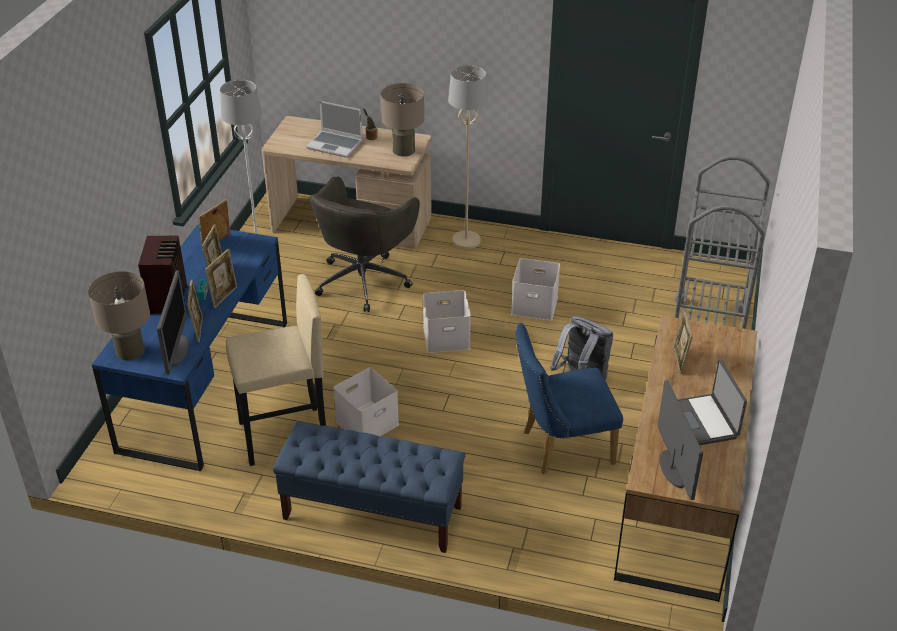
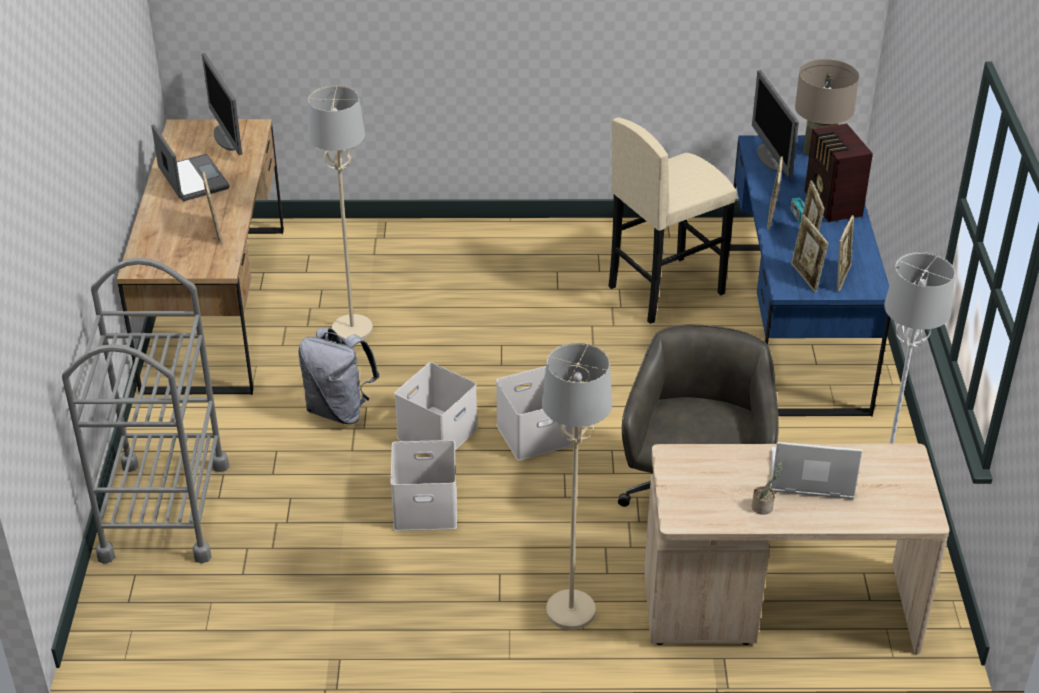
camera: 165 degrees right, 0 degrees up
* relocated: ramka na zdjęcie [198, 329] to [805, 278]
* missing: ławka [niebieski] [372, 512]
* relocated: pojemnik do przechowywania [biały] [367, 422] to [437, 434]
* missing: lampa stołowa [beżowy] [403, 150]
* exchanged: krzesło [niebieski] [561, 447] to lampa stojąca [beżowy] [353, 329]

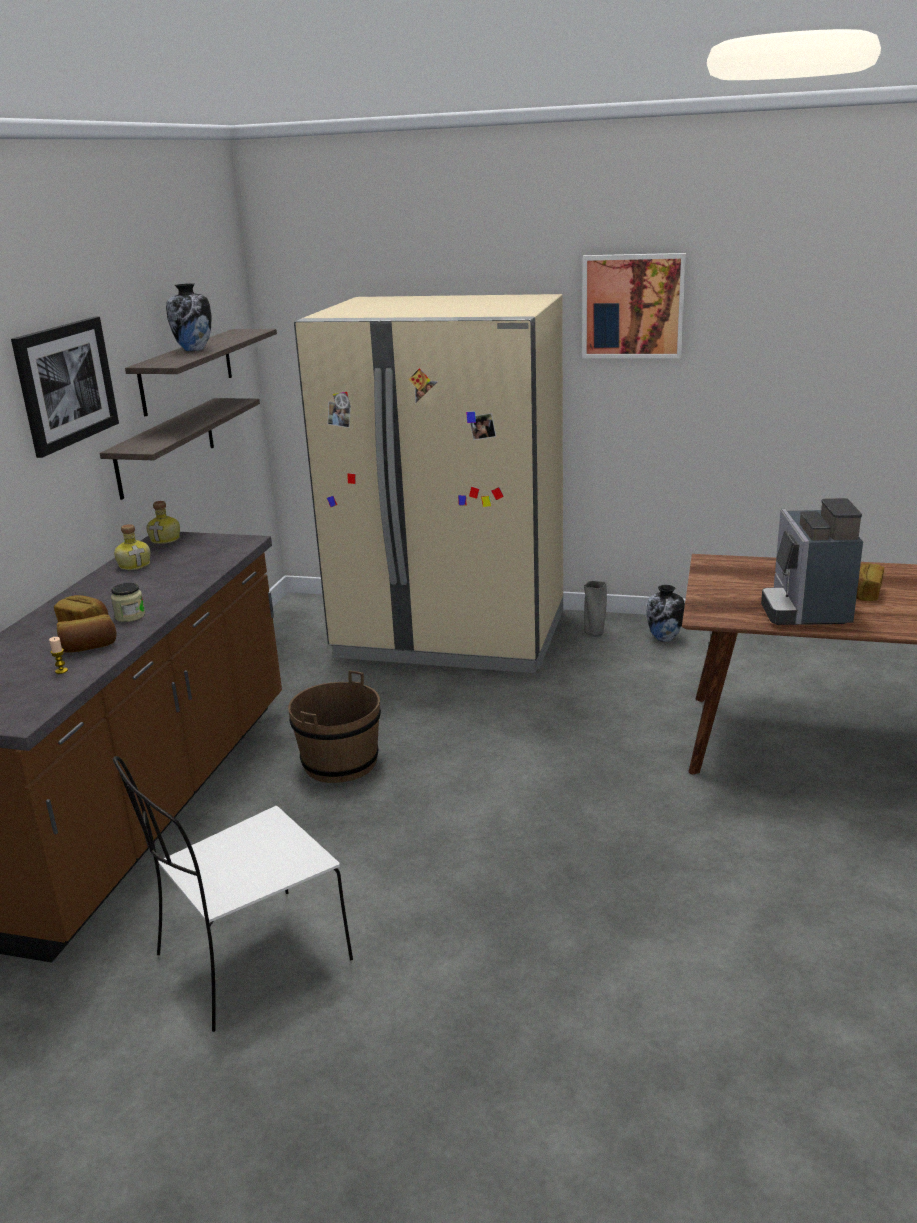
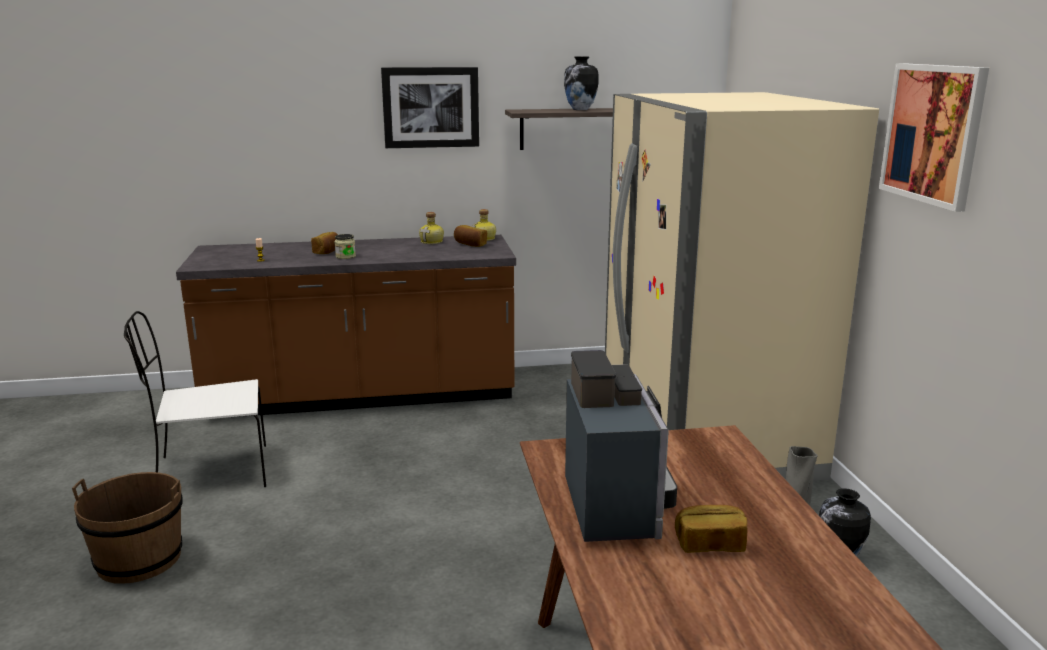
camera: 65 degrees right, 5 degrees down
* relocated: chleb [89, 647] to [470, 244]
* missing: półka [166, 447]
* spun: krzesło [biały] [249, 960] = [209, 473] 45 degrees counterclockwise
* relocated: wiadro [brązowy] [340, 762] to [139, 559]
* spun: ekspres do kawy [805, 609] = [617, 505] 105 degrees clockwise

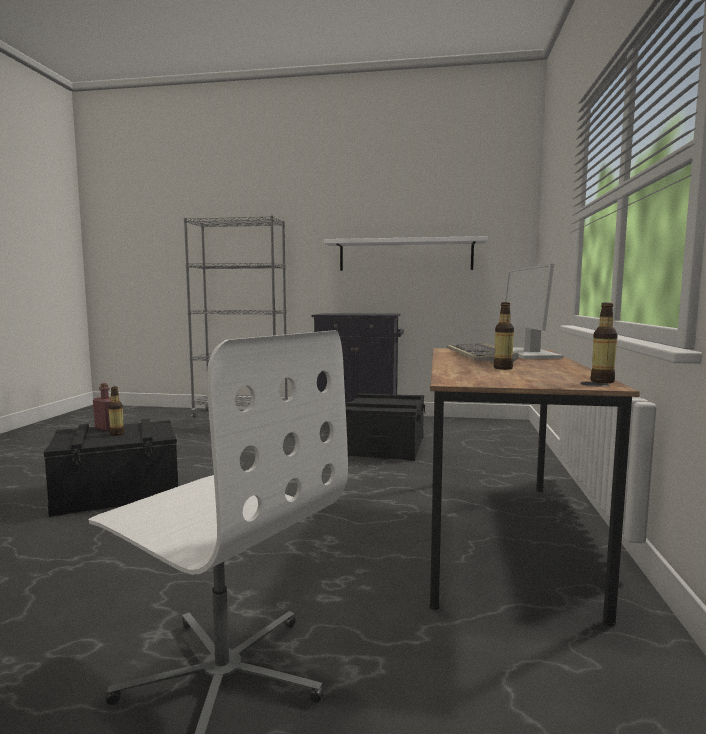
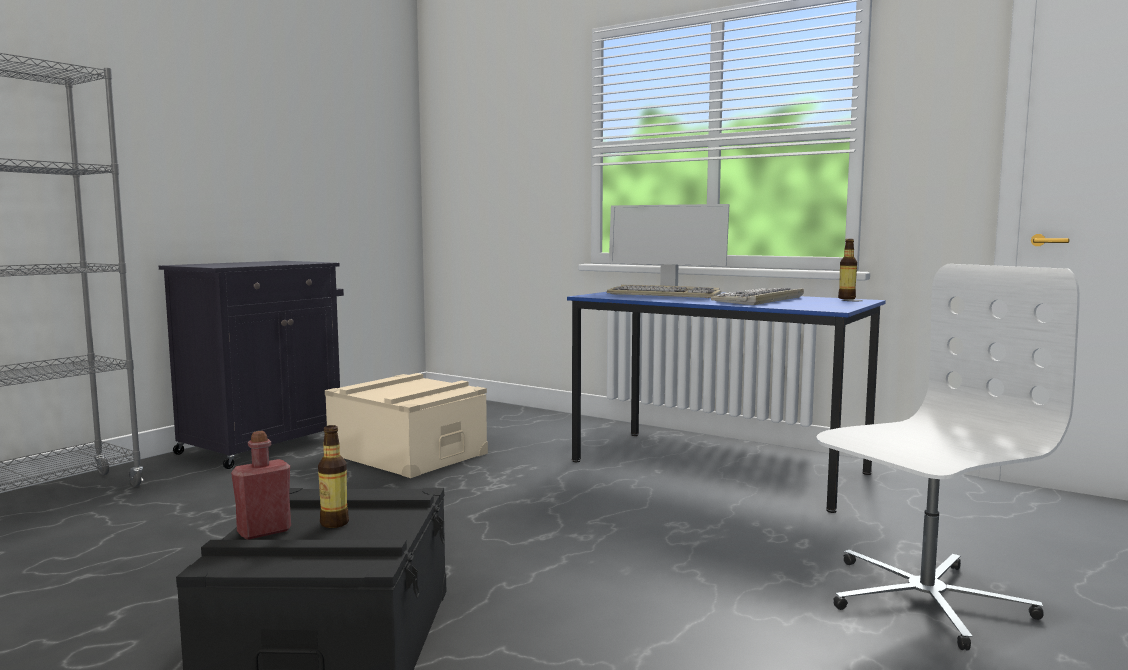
camera: 65 degrees left, 0 degrees up
* missing: półka [biały] [405, 255]
* colour: pojemnik do przechowywania [czarny] [385, 445] to pojemnik do przechowywania [beżowy] [407, 453]
* colour: biurko [brązowy] [499, 535] to biurko [niebieski] [717, 467]
* exchanged: butelka [503, 368] to klawiatura [759, 300]

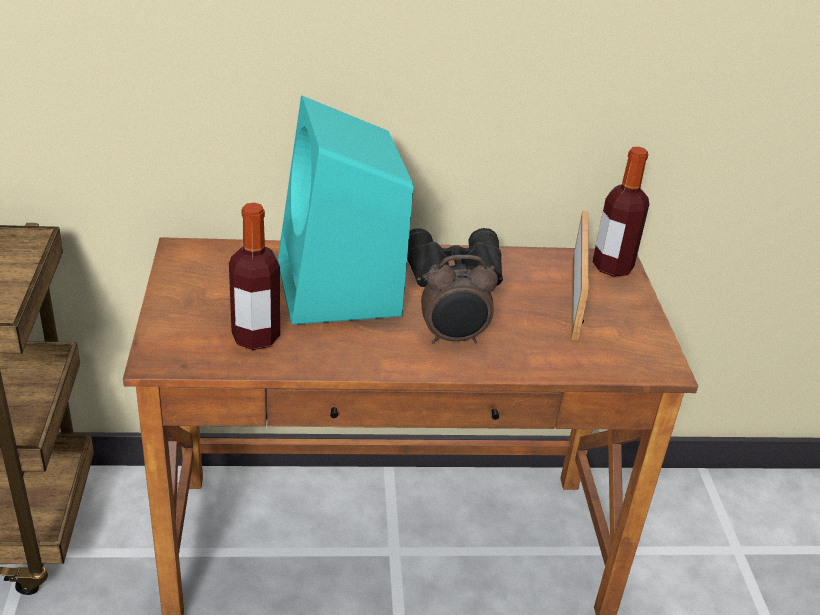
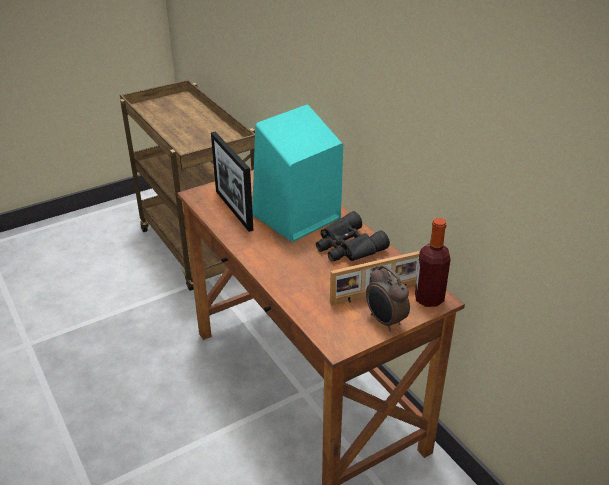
camera: 65 degrees right, 0 degrees up
* exchanged: butelka [255, 337] to ramka na zdjęcie [233, 210]
* relocated: budzik [454, 338] to [385, 321]

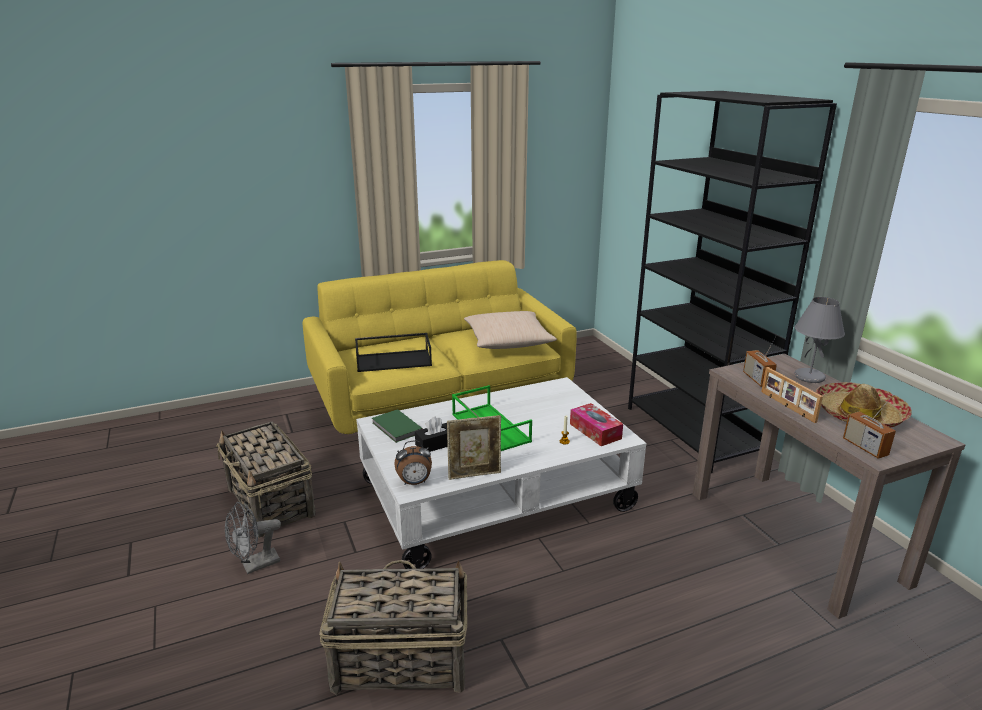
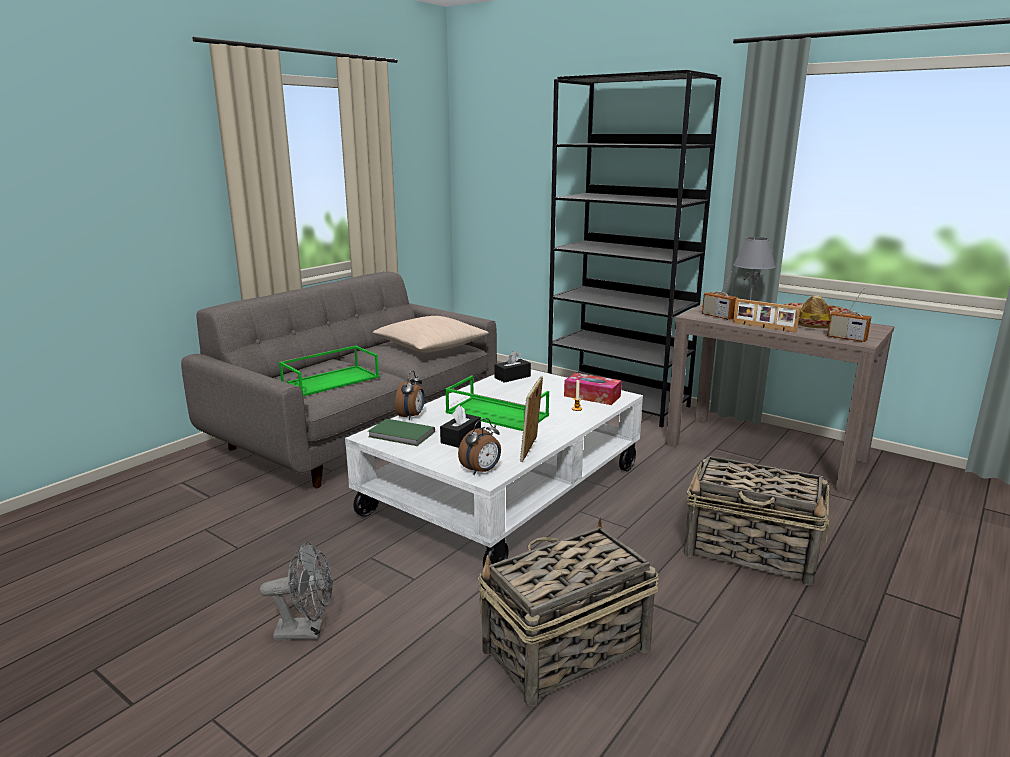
camera: 30 degrees left, 5 degrees down
* relocated: koszyk [271, 503] to [752, 552]
* spun: wentylator [szary] [255, 565] = [307, 631] 120 degrees counterclockwise
* colour: kanapa [żółty] [440, 400] to kanapa [szary] [360, 430]
* colour: taca [czarny] [394, 360] to taca [zielony] [331, 380]
* spun: ramka na zdjęcie [474, 474] = [531, 450] 150 degrees clockwise
* appeared: budzik [412, 416]
* appeared: pudełko chusteczek [czarny] [512, 377]

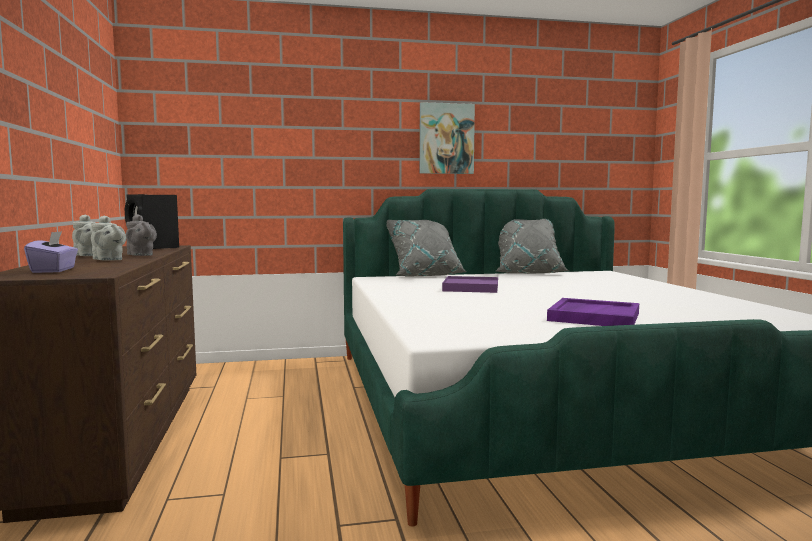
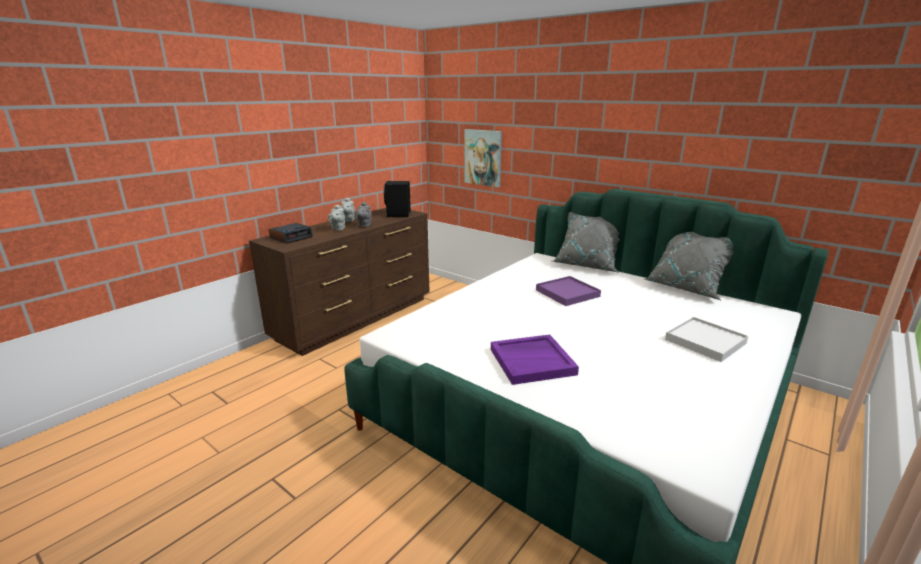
camera: 50 degrees right, 15 degrees up
* exchanged: pudełko chusteczek [fioletowy] [54, 270] to budzik [291, 237]
* relocated: obraz [446, 139] to [483, 157]
* appeared: taca [biały] [705, 341]

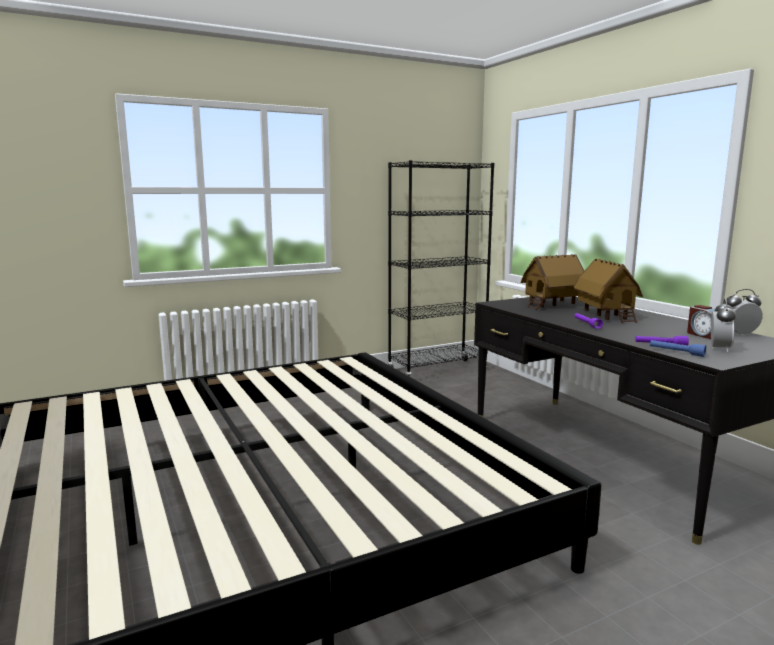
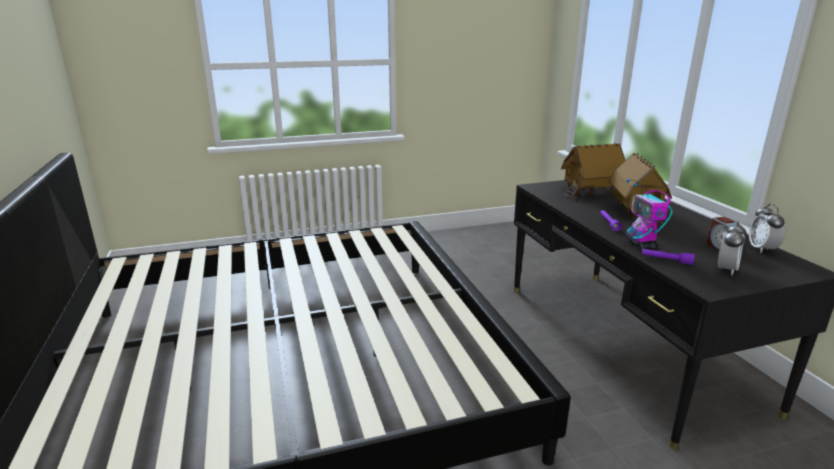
camera: 10 degrees right, 10 degrees up
* missing: regał [czarny] [437, 370]
* missing: latarka [niebieski] [676, 352]
* spun: budzik [739, 334] = [761, 249] 90 degrees counterclockwise
* appeared: robot zabawkowy [641, 246]

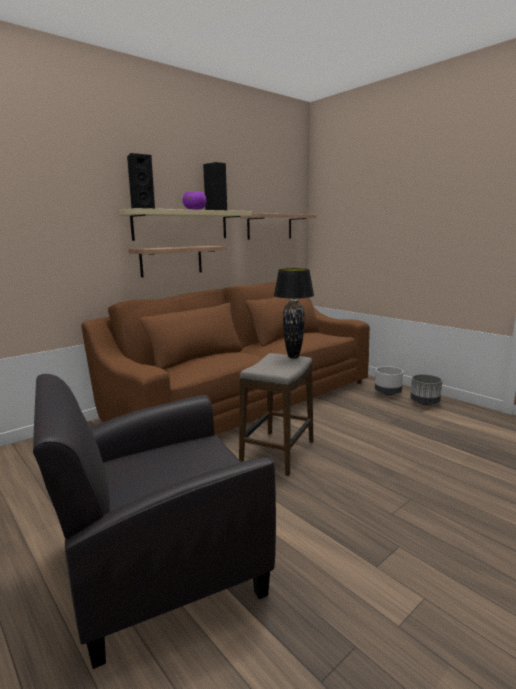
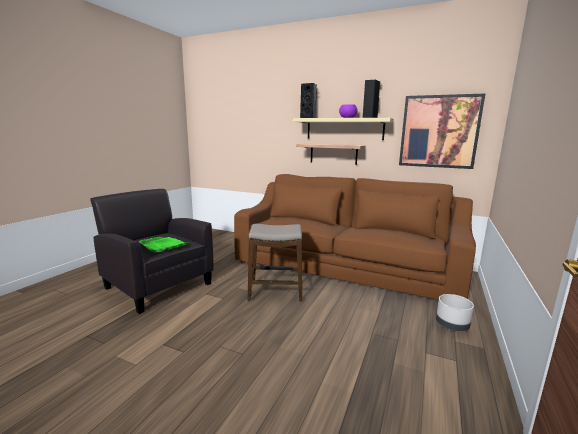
camera: 65 degrees right, 0 degrees up
* exchanged: półka [269, 227] to obraz [439, 132]
* missing: lampa stołowa [czarny] [293, 357]
* missing: donica [szary] [424, 402]
* appeared: taca [zielony] [163, 245]

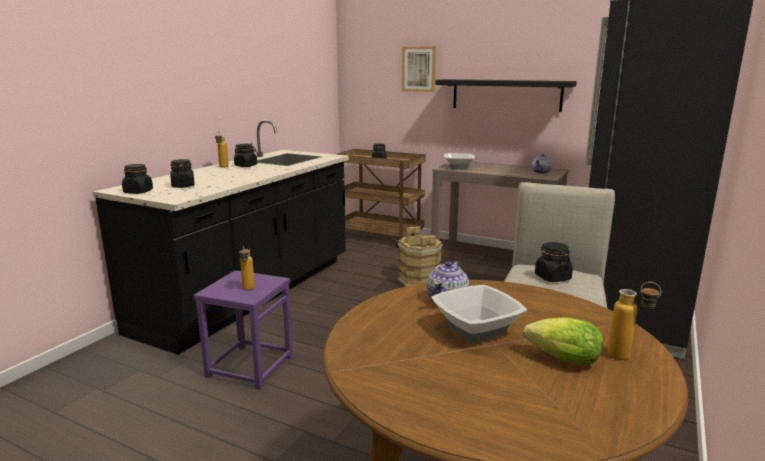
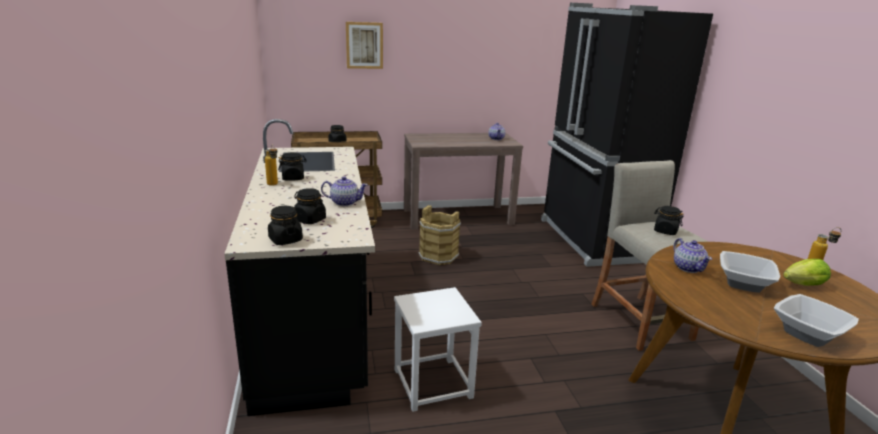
camera: 40 degrees left, 5 degrees up
* colour: stołek [fioletowy] [249, 366] to stołek [biały] [432, 383]
* missing: butelka [248, 290]
* missing: półka [czarny] [506, 95]
* relocated: miska [458, 167] to [806, 334]
* appeared: imbryk [344, 202]

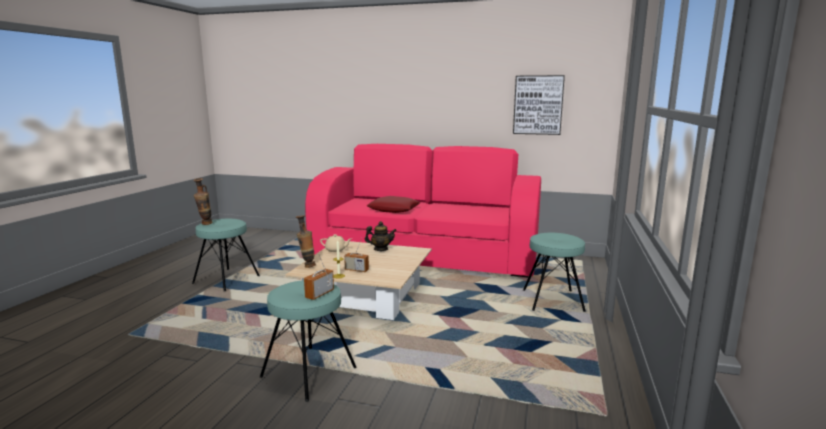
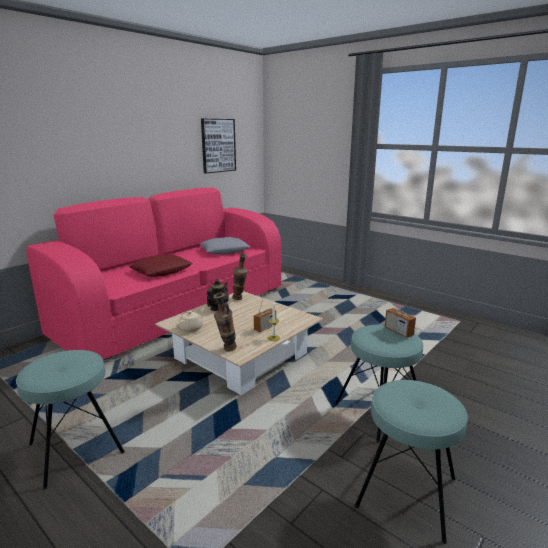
camera: 65 degrees left, 5 degrees up
* relocated: wazon [205, 224] to [240, 299]
* relocated: stołek [turkusowy] [552, 301] to [406, 492]
* appeared: poduszka [szary] [225, 250]

